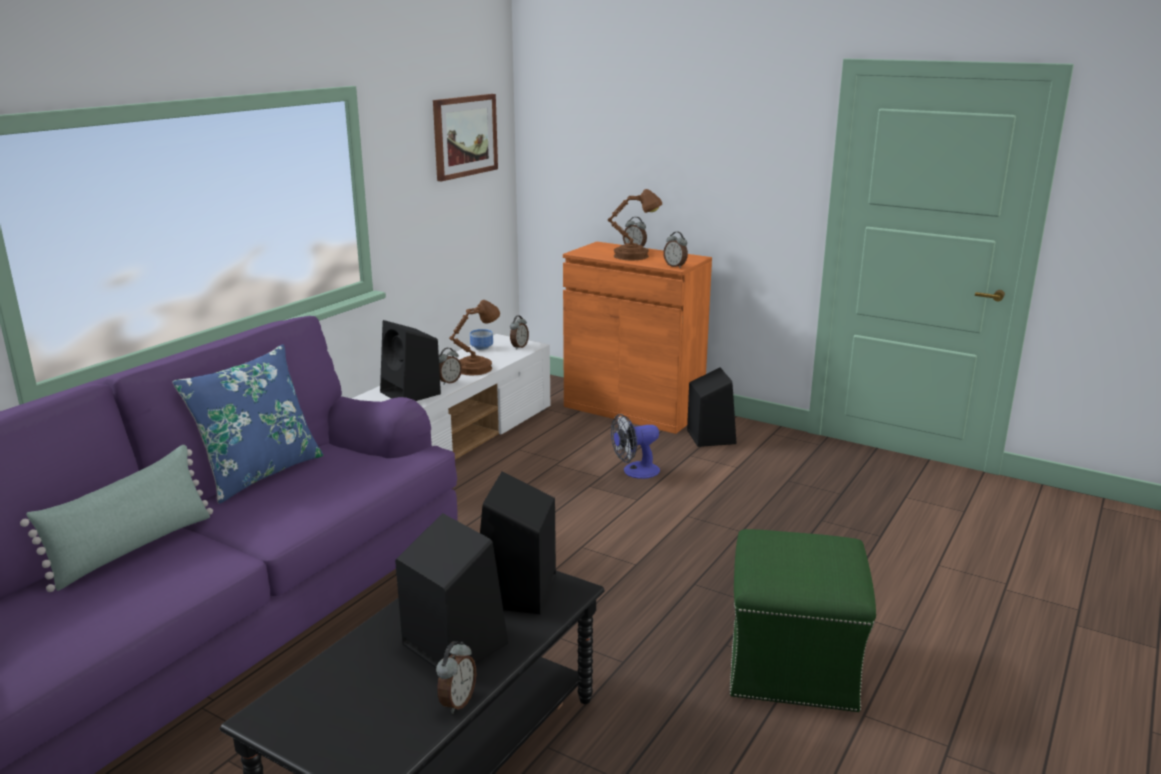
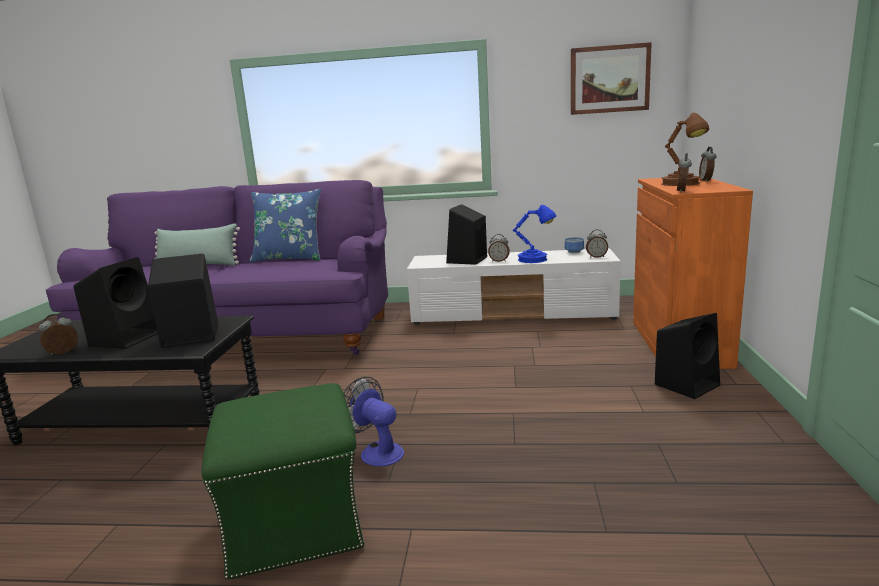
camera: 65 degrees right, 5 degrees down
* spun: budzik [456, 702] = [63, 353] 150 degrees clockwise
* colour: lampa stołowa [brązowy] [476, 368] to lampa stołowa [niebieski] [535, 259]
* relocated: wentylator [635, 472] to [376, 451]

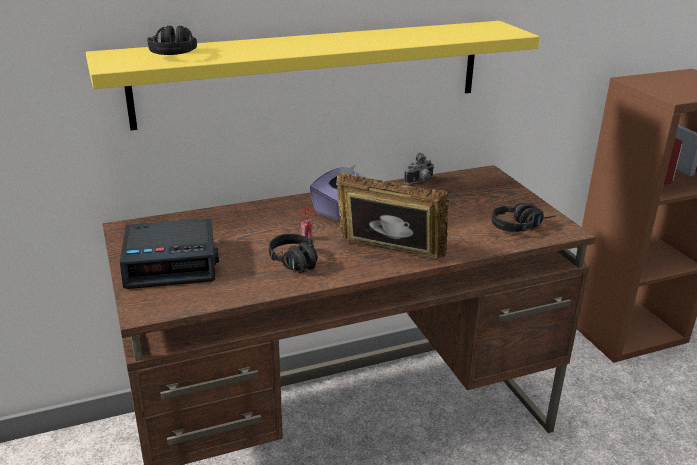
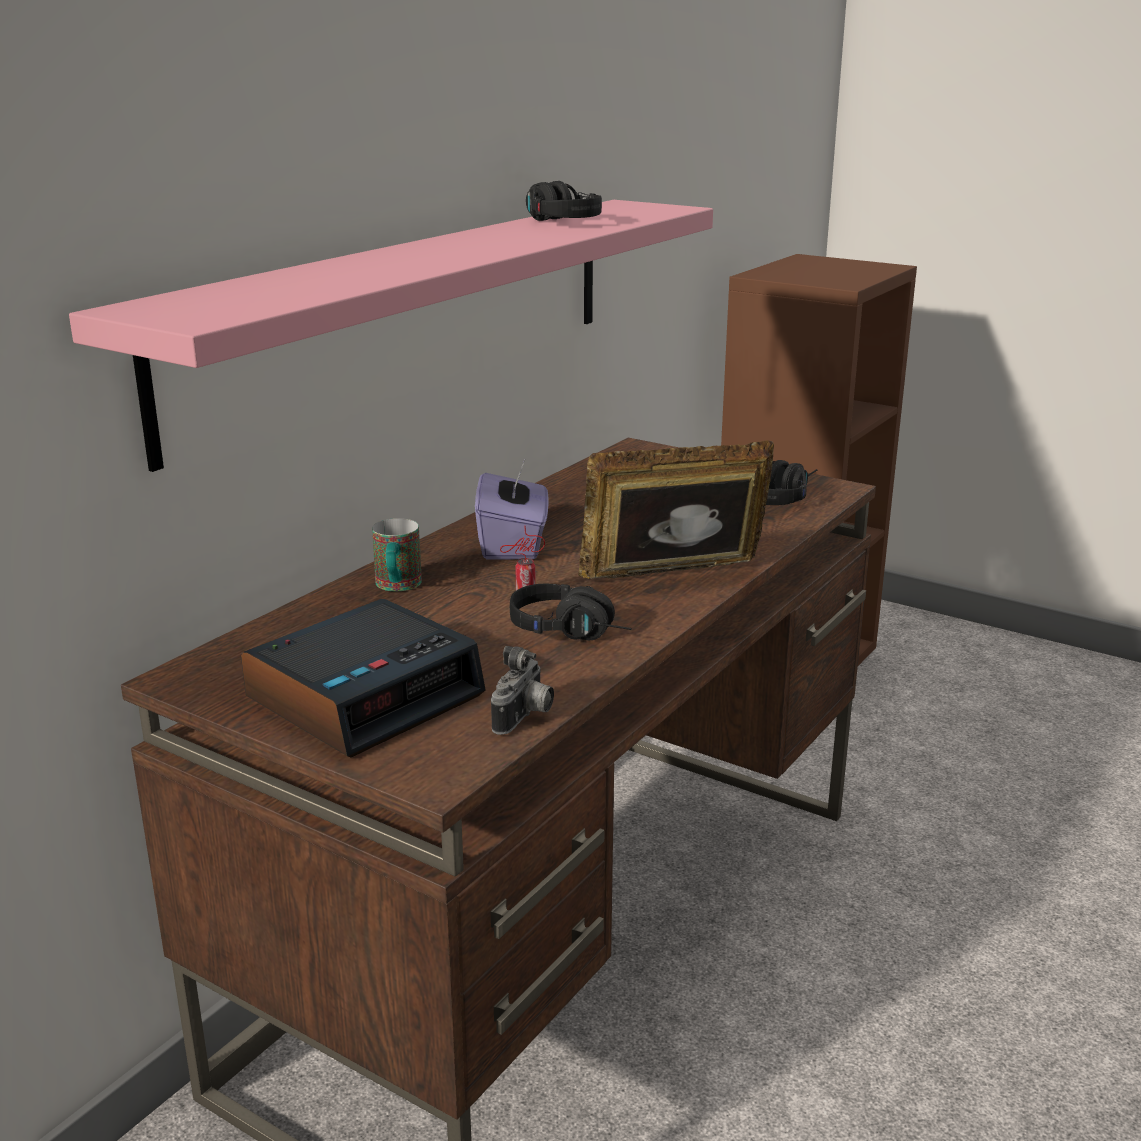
camera: 35 degrees left, 5 degrees down
* colour: półka [żółty] [313, 72] to półka [różowy] [408, 313]
* relocated: słuchawki [czarny] [175, 52] to [555, 221]
* relocated: aparat fotograficzny [420, 182] to [525, 718]
* appeared: kubek [397, 587]

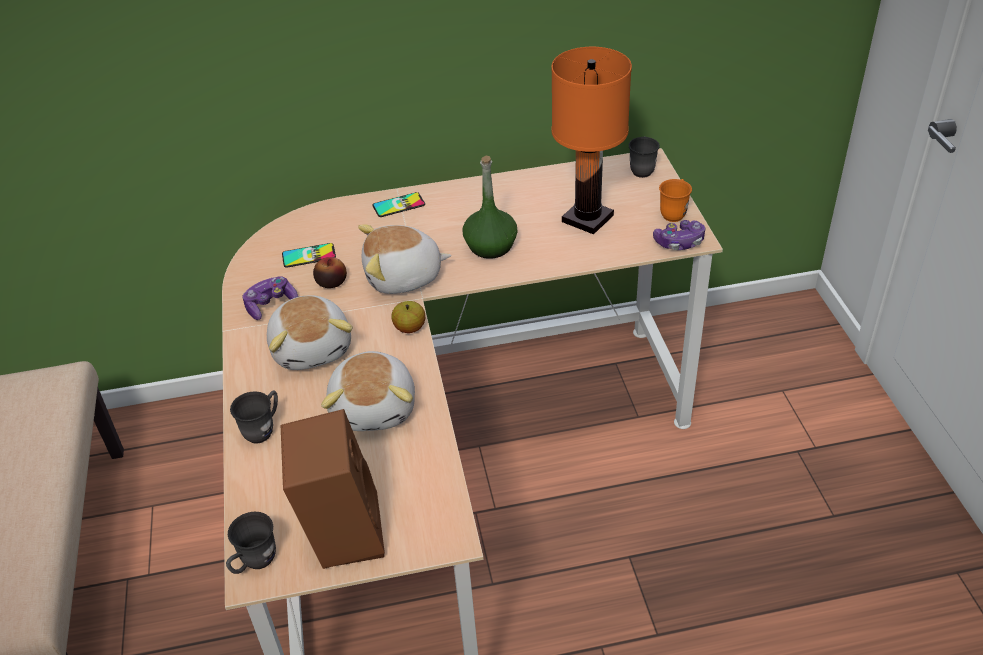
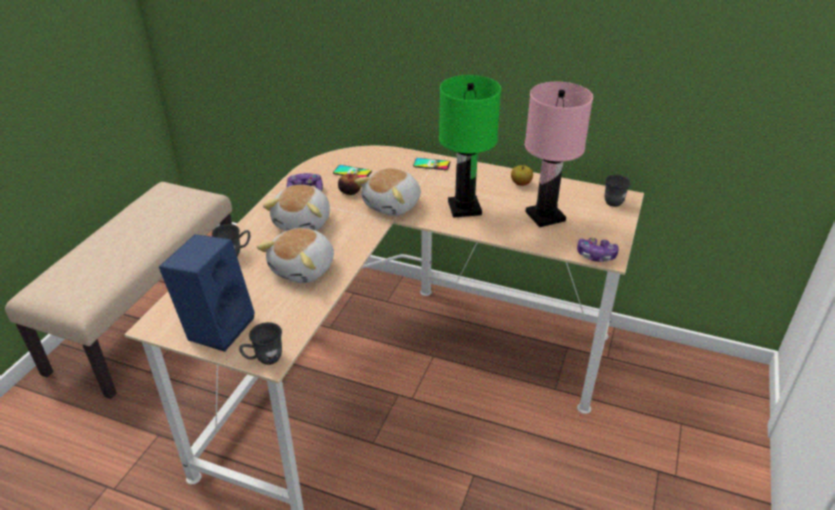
camera: 30 degrees right, 5 degrees down
* relocated: kubek [szary] [254, 563] to [264, 359]
* colour: głośnik [brązowy] [341, 532] to głośnik [niebieski] [217, 326]
* spun: pluszak [404, 277] = [393, 205] 75 degrees counterclockwise
* relocated: jabłko [410, 328] to [521, 183]
* exchanged: butelka [zielony] [490, 246] to lampa stołowa [zielony] [464, 208]
* colour: lampa stołowa [pomarańczowy] [588, 218] to lampa stołowa [różowy] [546, 216]
* missing: kubek [pomarańczowy] [674, 212]

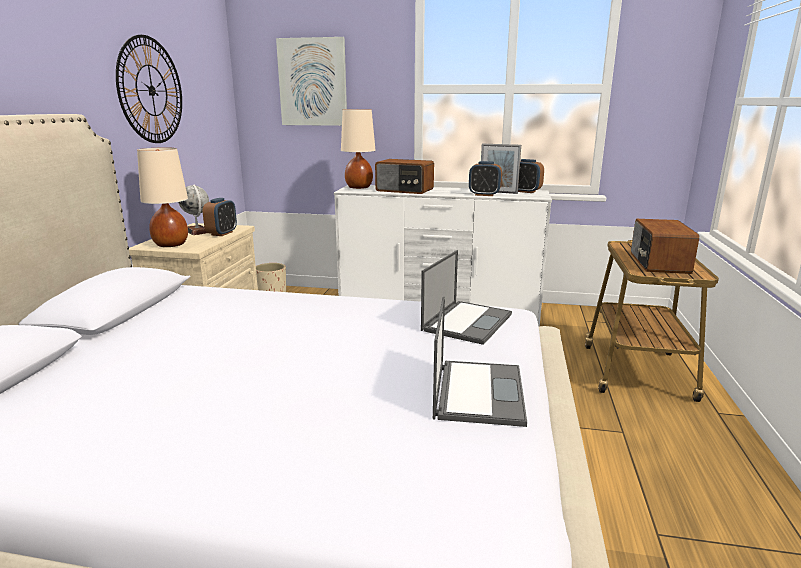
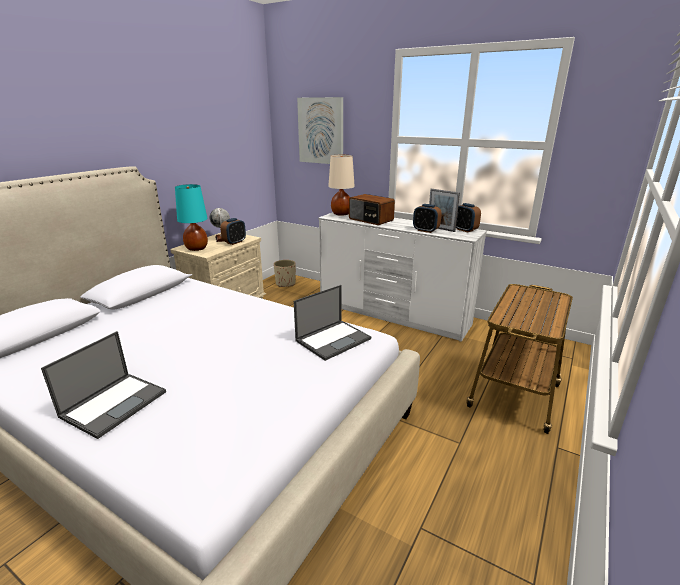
camera: 20 degrees right, 5 degrees up
* missing: zegar ścienny [151, 90]
* colour: lampa stołowa [beżowy] [170, 245] to lampa stołowa [turkusowy] [196, 248]
* relocated: laptop [478, 391] to [115, 403]
* missing: radio [658, 263]

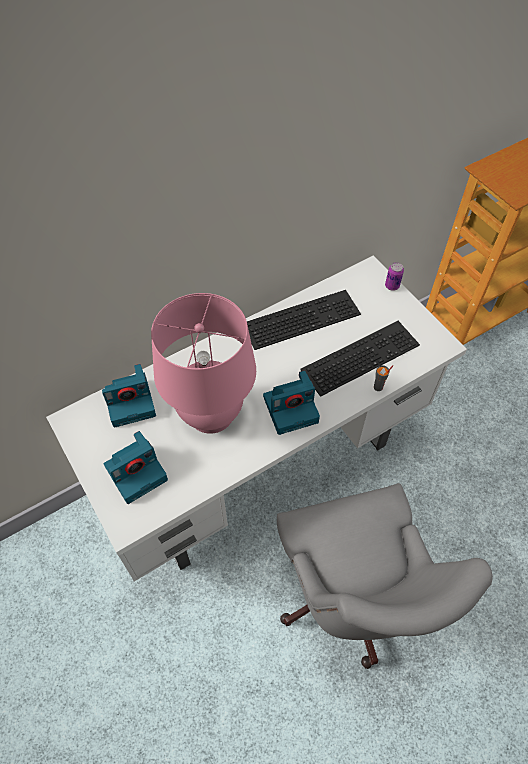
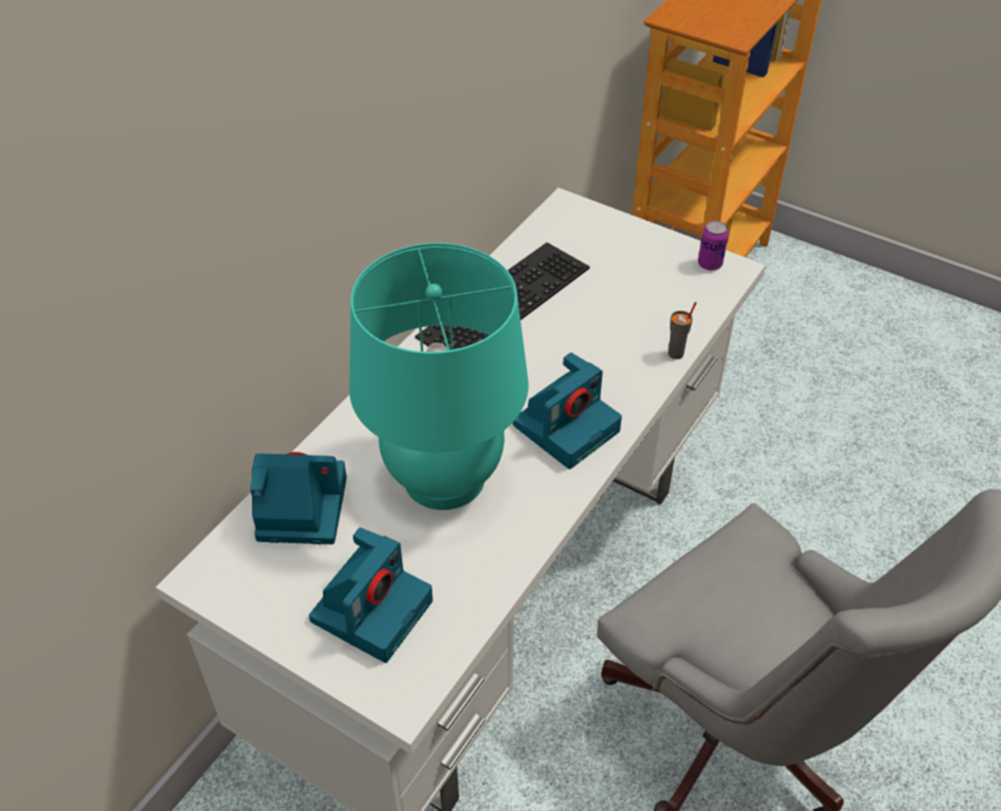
camera: 25 degrees left, 10 degrees down
* spun: aparat fotograficzny [131, 401] = [299, 508] 135 degrees counterclockwise
* colour: lampa stołowa [różowy] [211, 413] to lampa stołowa [turkusowy] [444, 478]
* missing: klawiatura [360, 355]
* relocated: puszka [392, 286] to [710, 264]

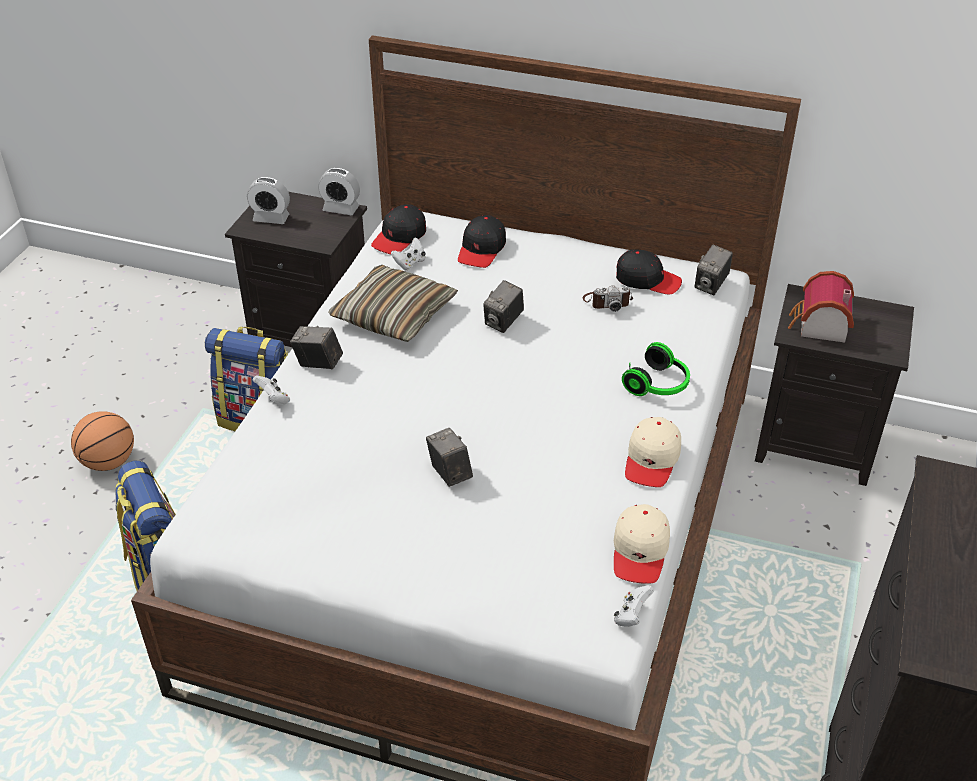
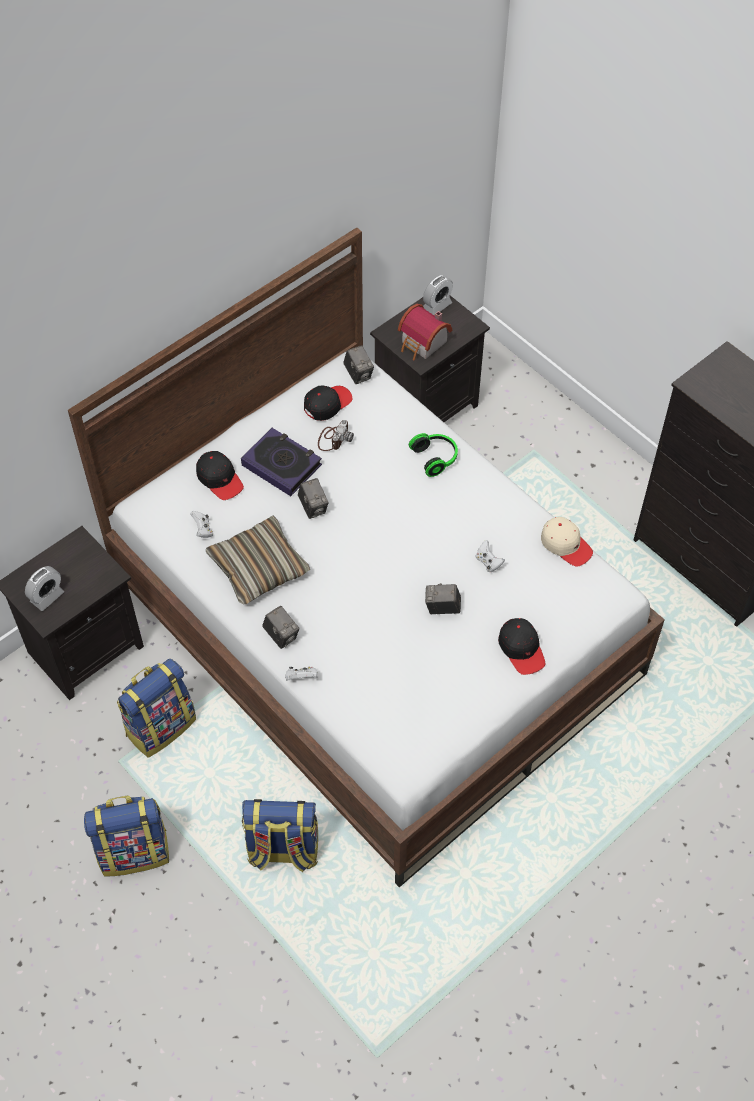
camera: 60 degrees left, 15 degrees up
* exchanged: piłka do koszykówki [109, 462] to plecak [134, 851]
* spun: aparat fotograficzny [318, 363] = [281, 635] 90 degrees counterclockwise
* relocated: budzik [341, 209] to [437, 305]
* relocated: czapka z daszkiem [czarny] [399, 237] to [521, 649]
* relocated: pad do gier [biały] [631, 615] to [488, 562]
* missing: czapka z daszkiem [beżowy] [652, 459]
* appeared: książka [282, 465]

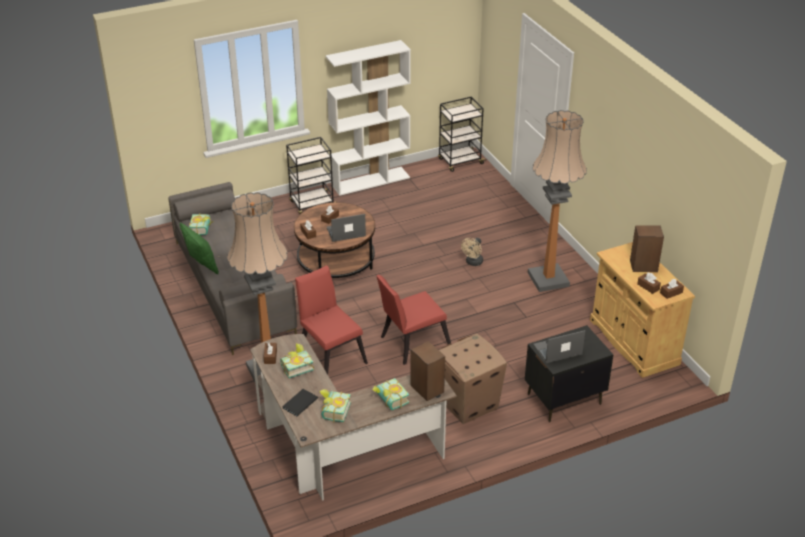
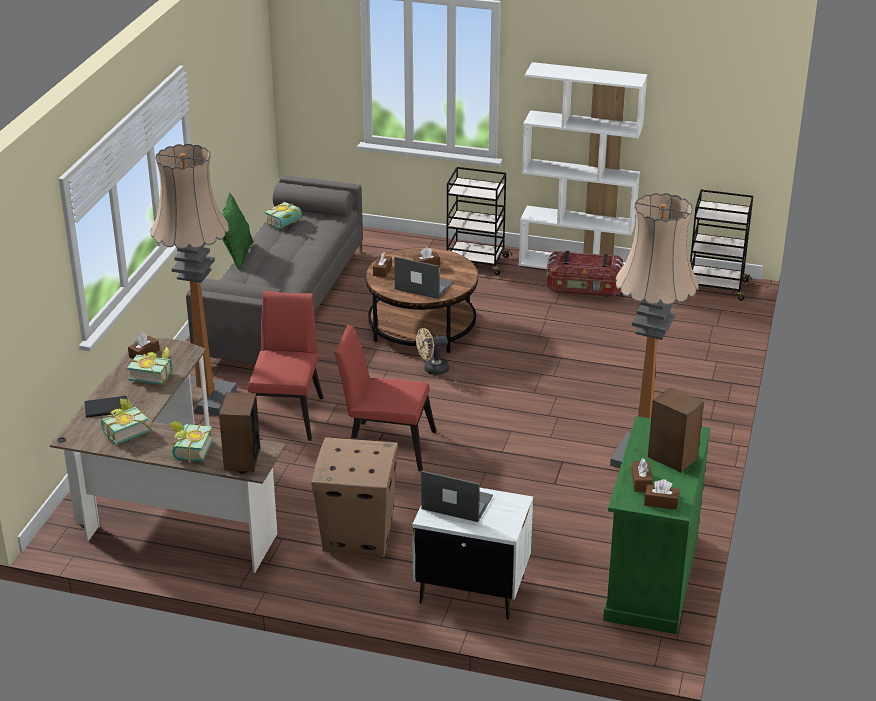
camera: 40 degrees right, 5 degrees down
* relocated: wentylator [beżowy] [473, 263] to [432, 369]
* colour: szafka nocna [czarny] [563, 399] to szafka nocna [biały] [471, 589]
* colour: szafka [beżowy] [633, 342] to szafka [zielony] [651, 577]
* appeared: pojemnik do przechowywania [584, 289]

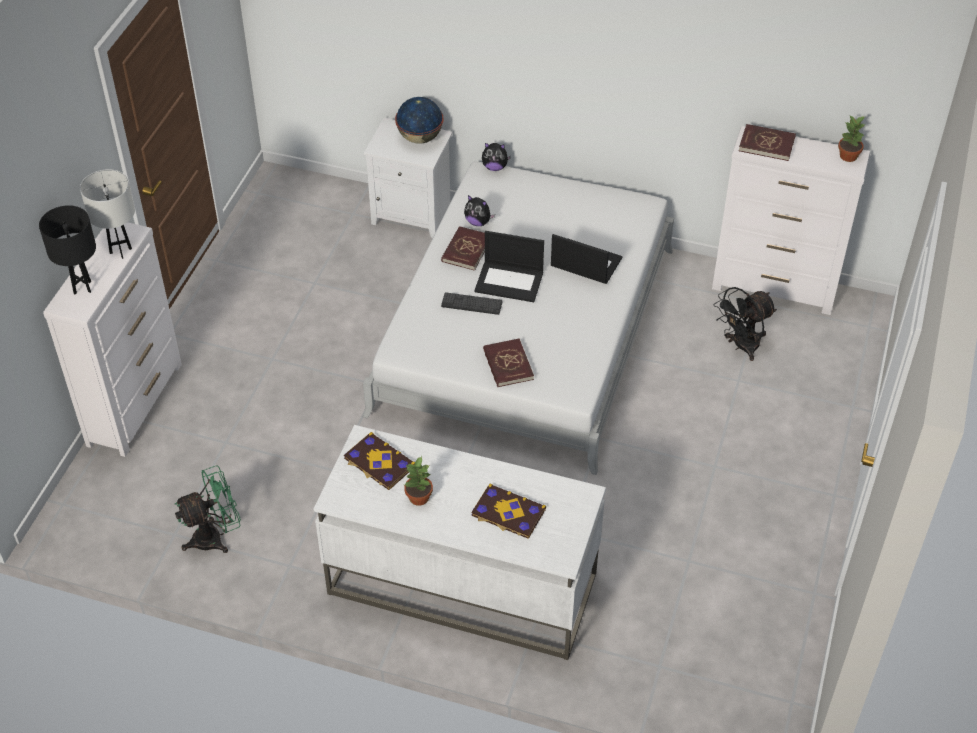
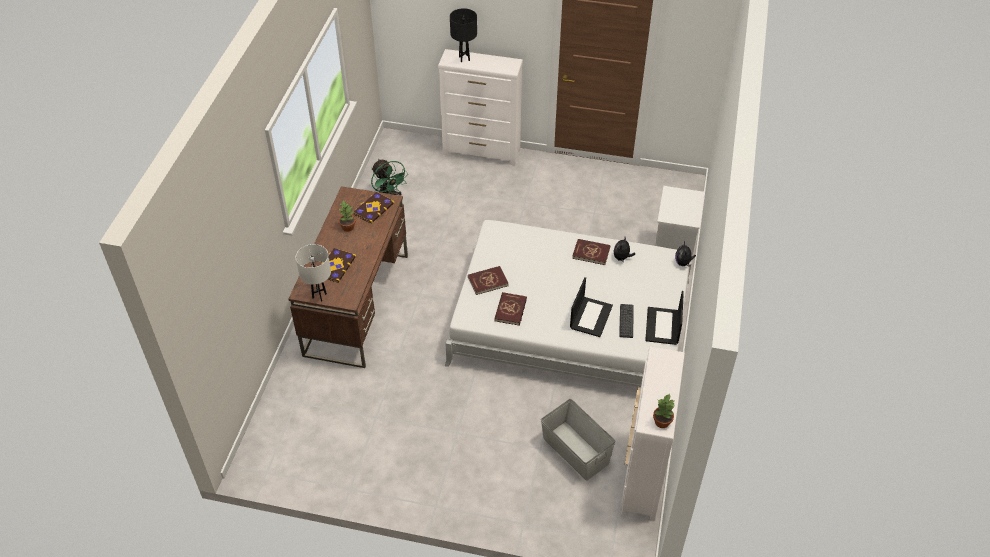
camera: 85 degrees right, 0 degrees up
* relocated: lampa stołowa [biały] [121, 251] to [319, 296]
* colour: biurko [biały] [461, 584] to biurko [brązowy] [357, 304]
* missing: globus [420, 138]
* relocated: klawiatura [471, 304] to [626, 321]
* relocated: laptop [510, 281] to [663, 326]
* exchanged: wentylator [czarny] [741, 347] to pojemnik do przechowywania [szary] [575, 451]
* relocated: książka [czerwony] [766, 144] to [510, 310]

